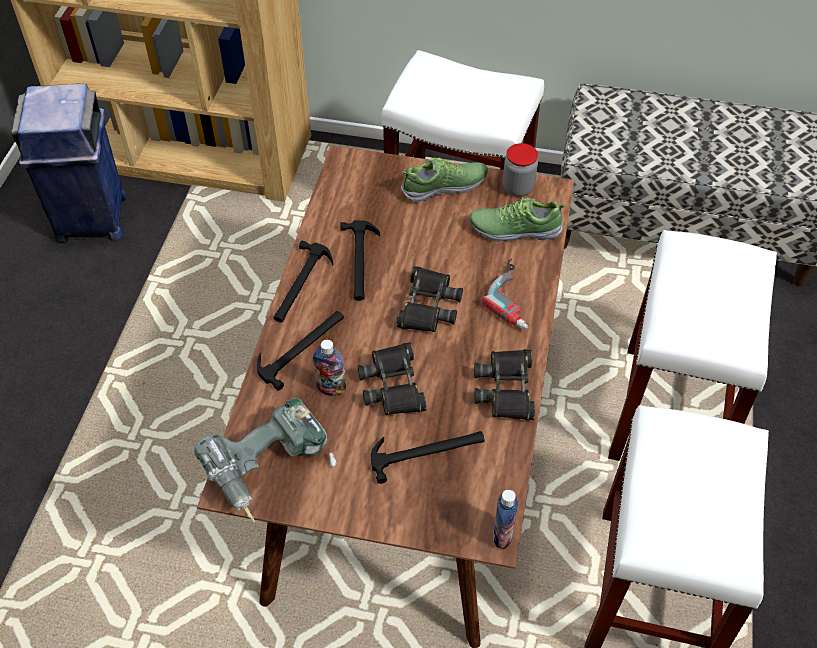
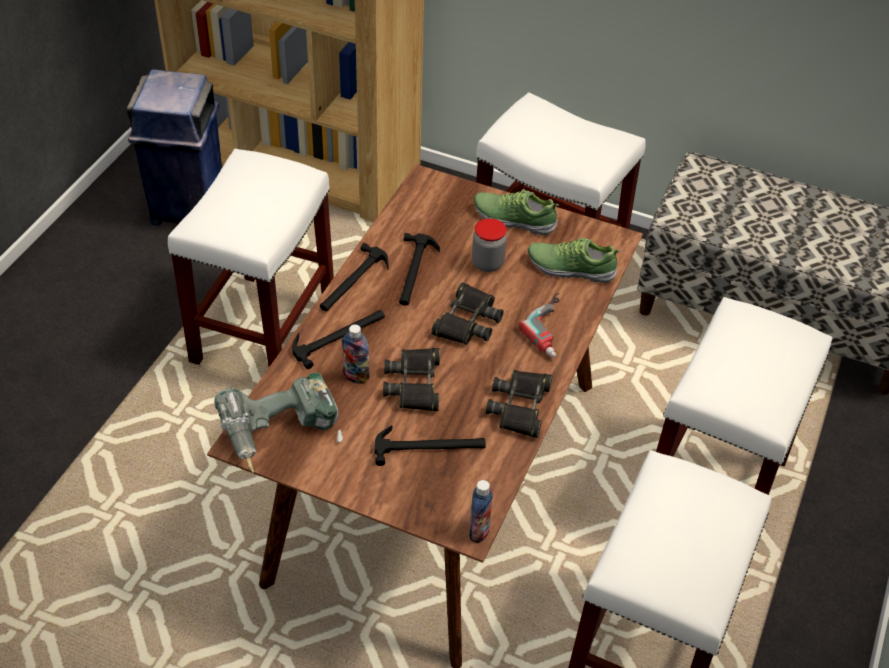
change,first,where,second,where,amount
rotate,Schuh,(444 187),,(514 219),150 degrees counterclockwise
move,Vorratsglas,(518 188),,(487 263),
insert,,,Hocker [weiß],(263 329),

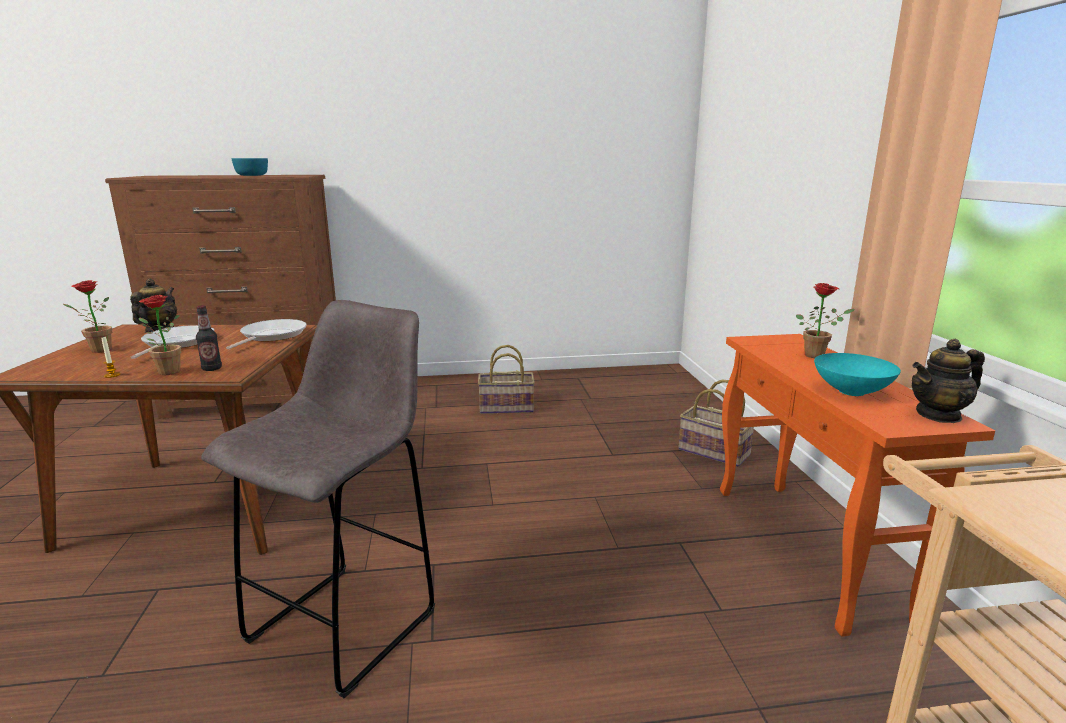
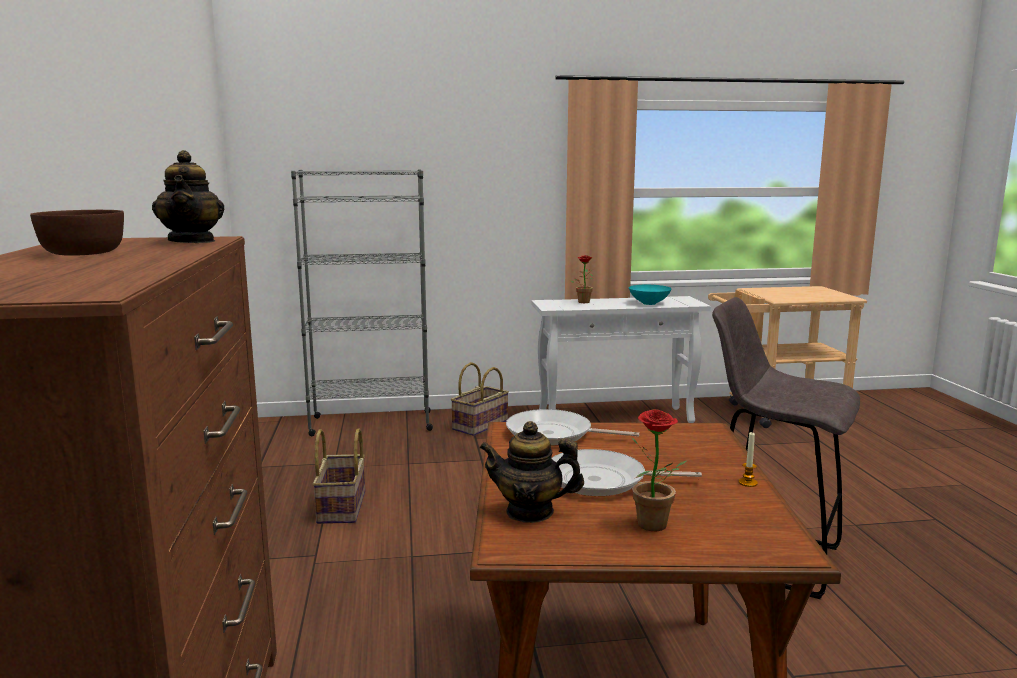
change,first,where,second,where,amount
delete,Topfpflanze,(165 372),,,
delete,Flasche,(212 368),,,
recolor,Schüssel [türkis],(251 175),Schüssel [braun],(82 253),
recolor,Konsolentisch [orange],(807 550),Konsolentisch [weiß],(616 418),
move,Teekanne,(938 415),,(192 241),
insert,,,Bücherregal [grau],(371 423),

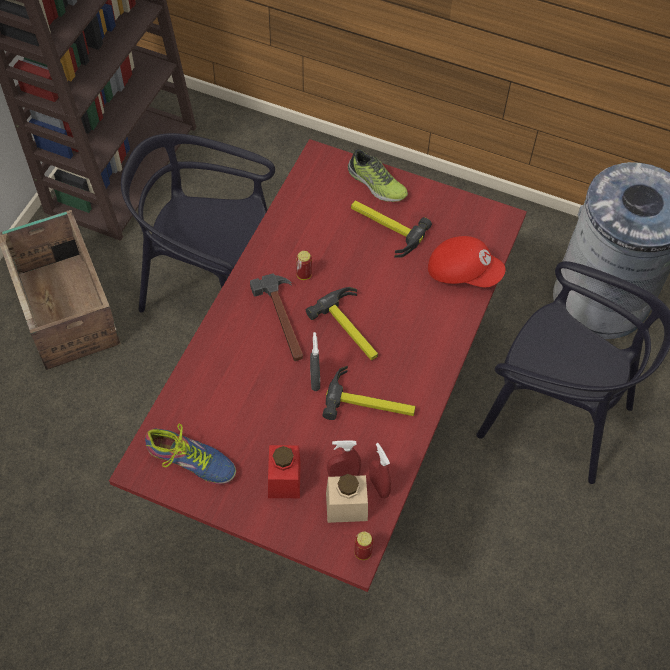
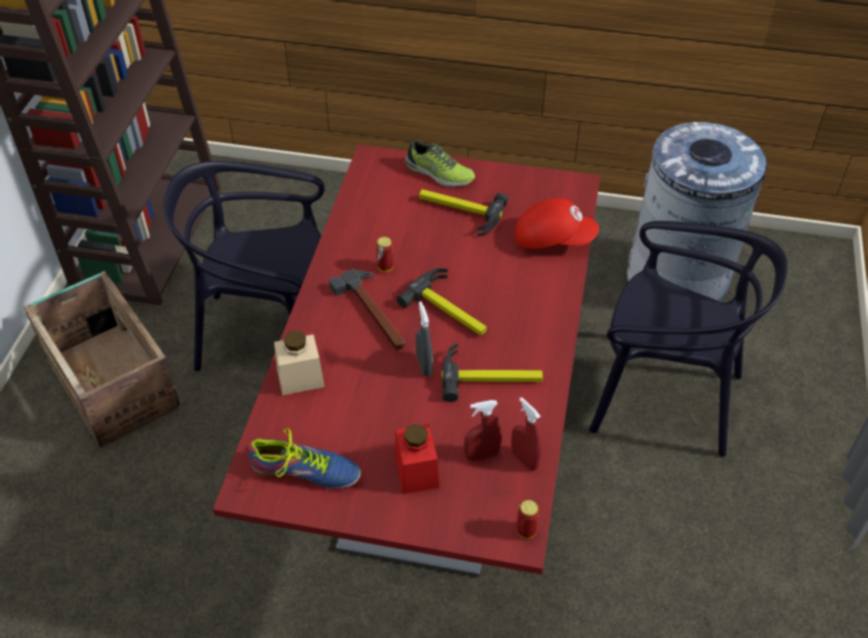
change,first,where,second,where,amount
move,Vorratsglas [beige],(346 506),,(300 378),

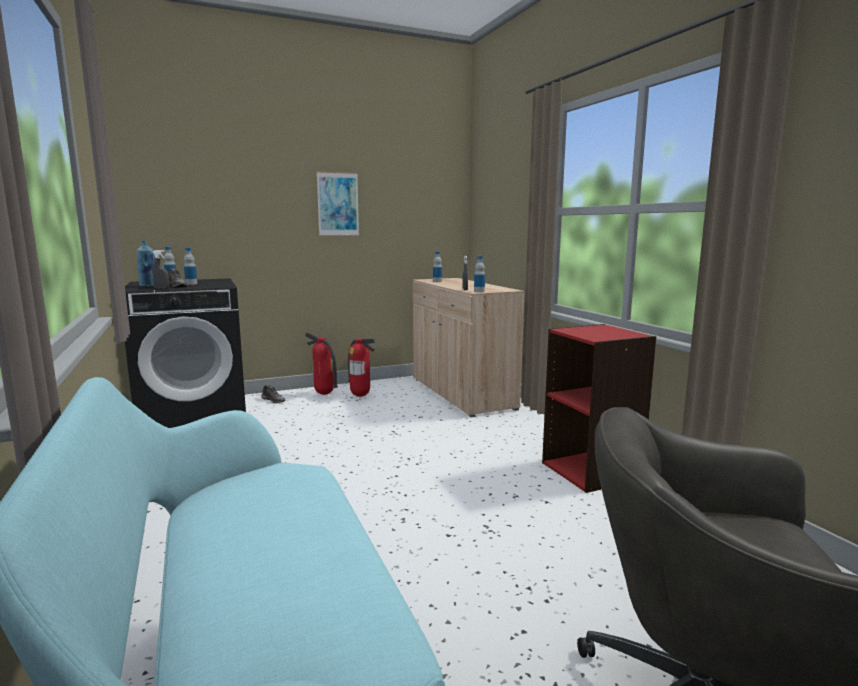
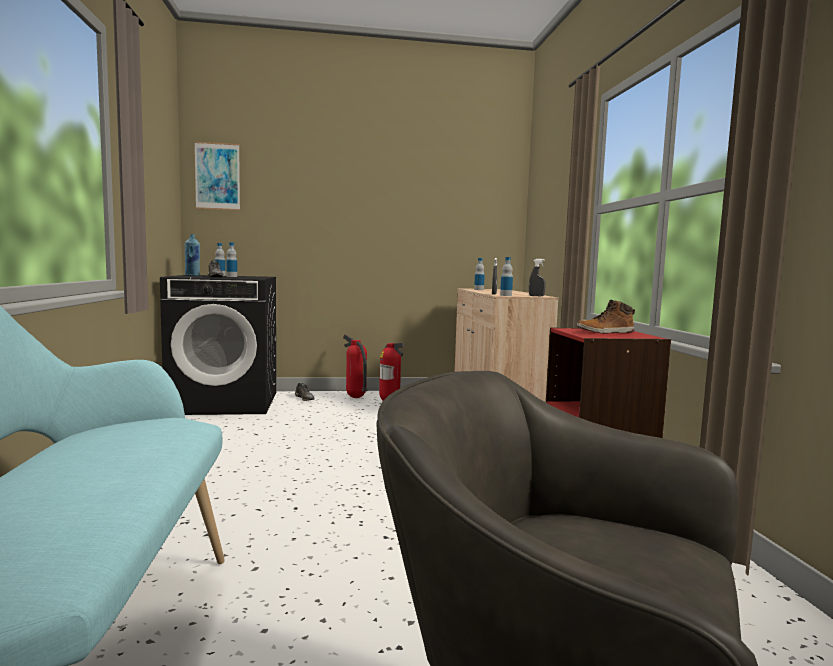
change,first,where,second,where,amount
move,Sprühflasche [grau],(161 288),,(536 296),
move,Bild,(338 204),,(217 176),
insert,,,Stiefel,(605 332),

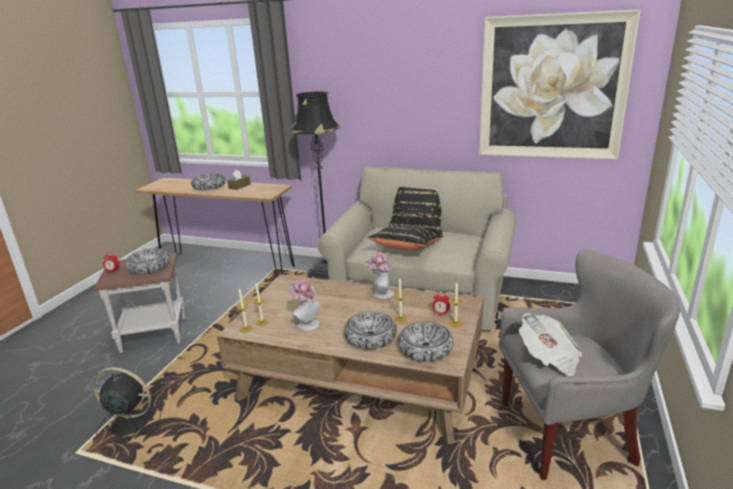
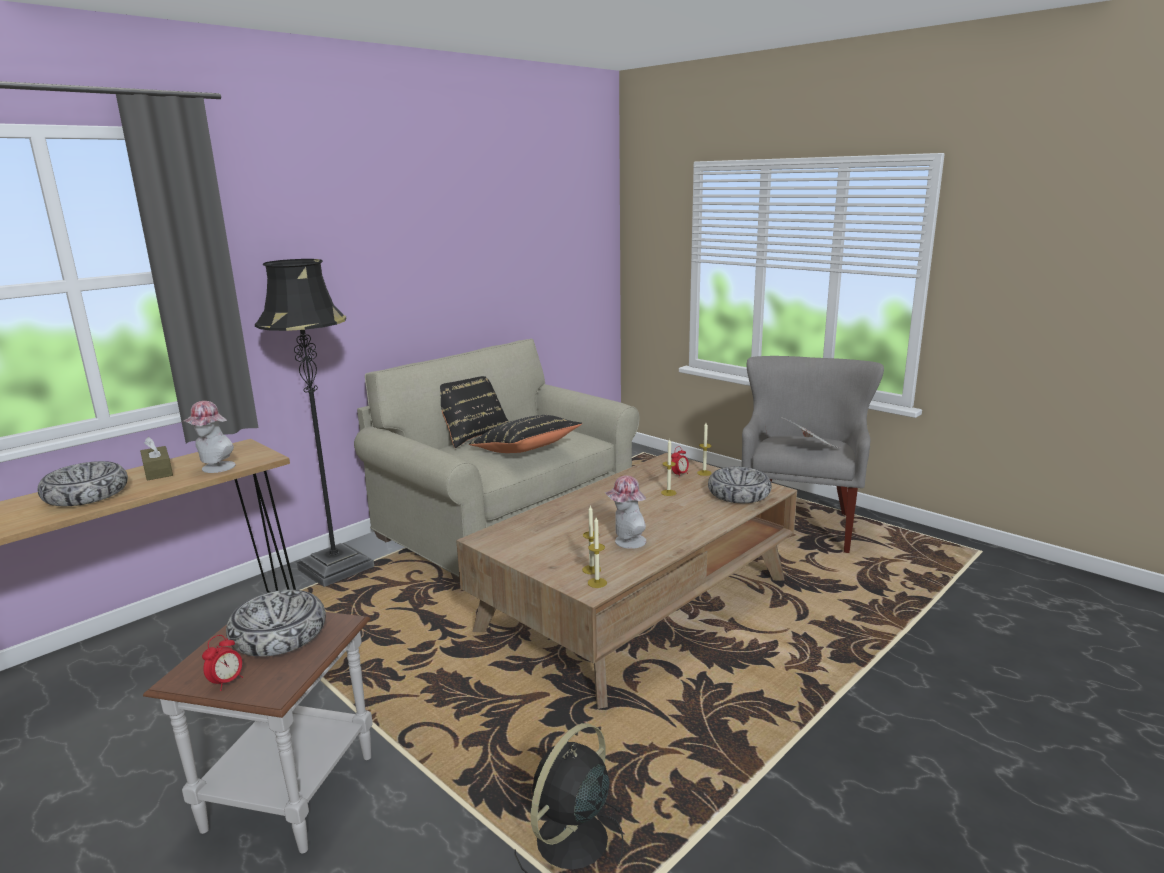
change,first,where,second,where,amount
delete,Schüssel,(370 337),,,
move,Hut,(380 294),,(215 468),
delete,Bild,(552 88),,,

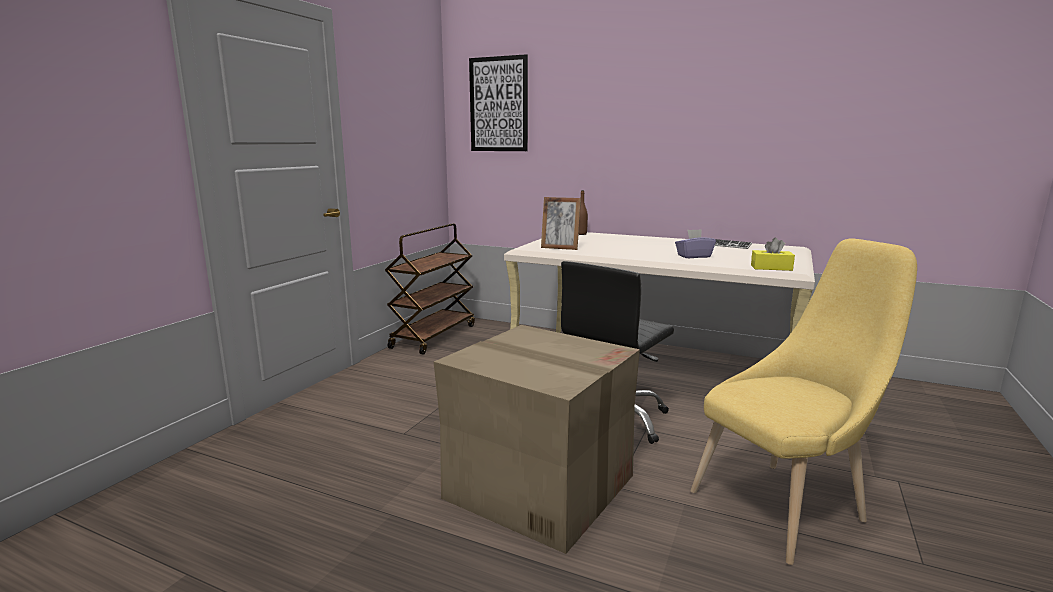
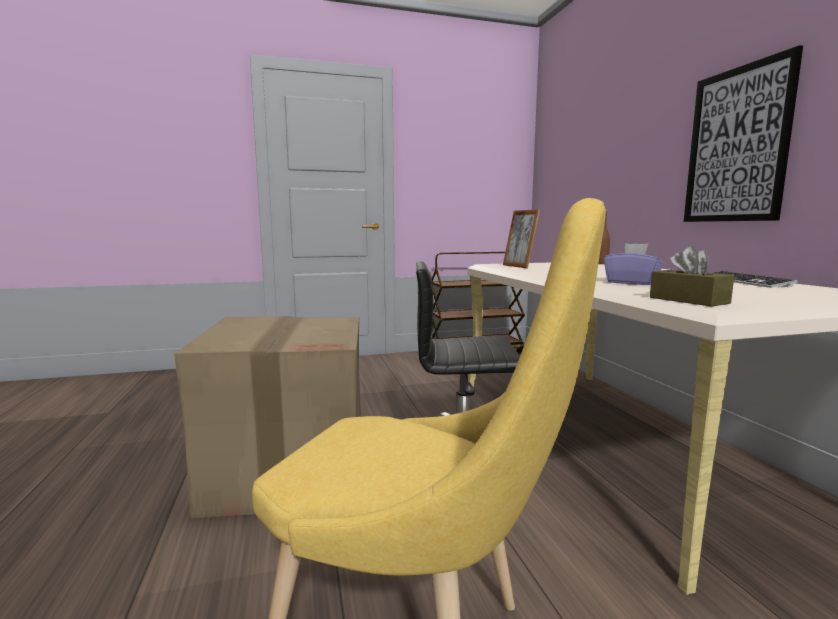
change,first,where,second,where,amount
move,Bild,(498 104),,(737 145),
recolor,Taschentuchbox [gelb],(771 268),Taschentuchbox [braun],(688 300),

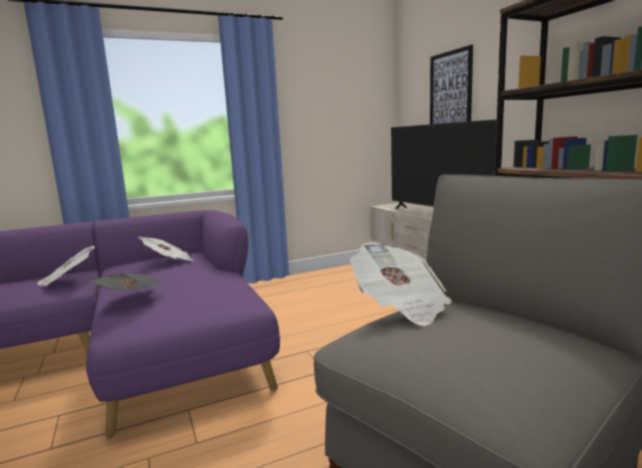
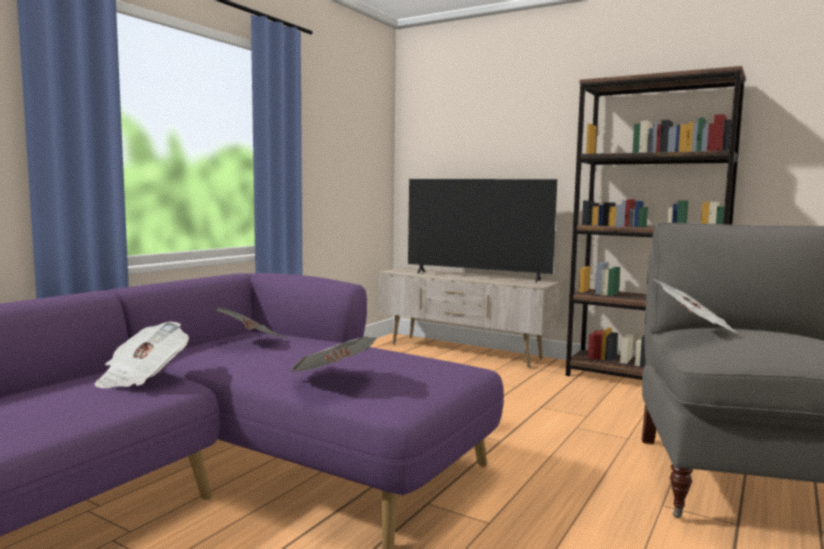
change,first,where,second,where,amount
delete,Bild,(450 95),,,

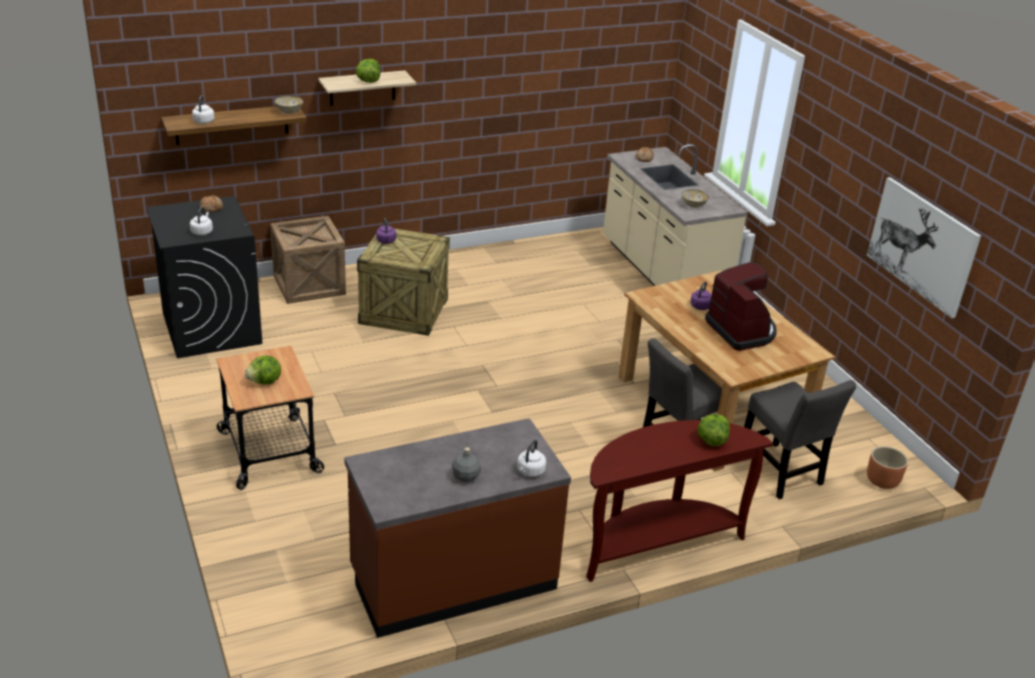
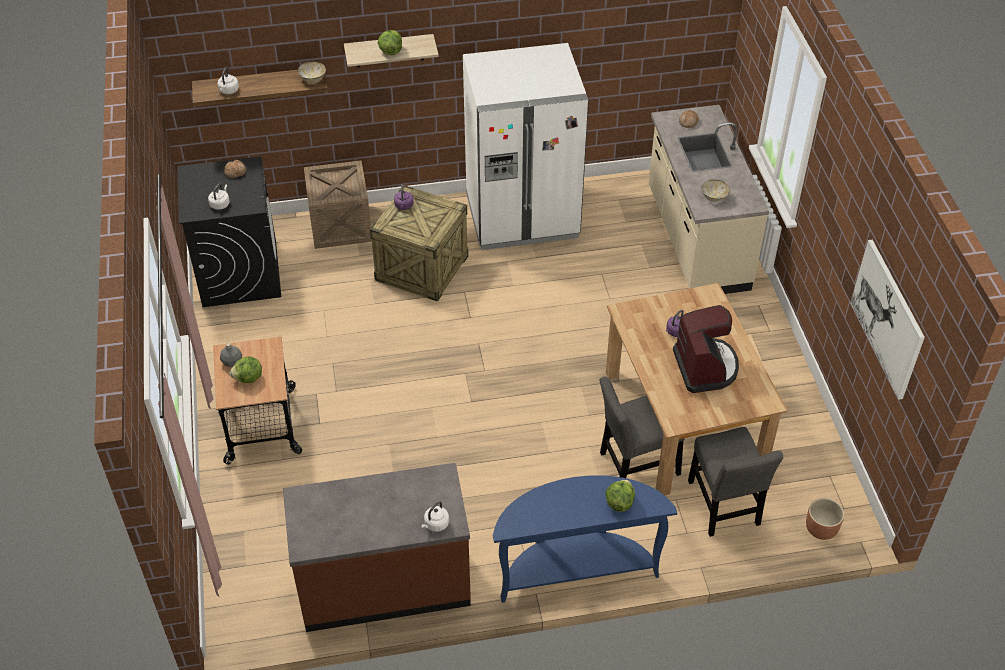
change,first,where,second,where,amount
move,Flasche [grau],(466 477),,(232 362),
recolor,Konsolentisch [braun],(656 542),Konsolentisch [blau],(576 569),
insert,,,Kühlschrank [weiß],(522 217),

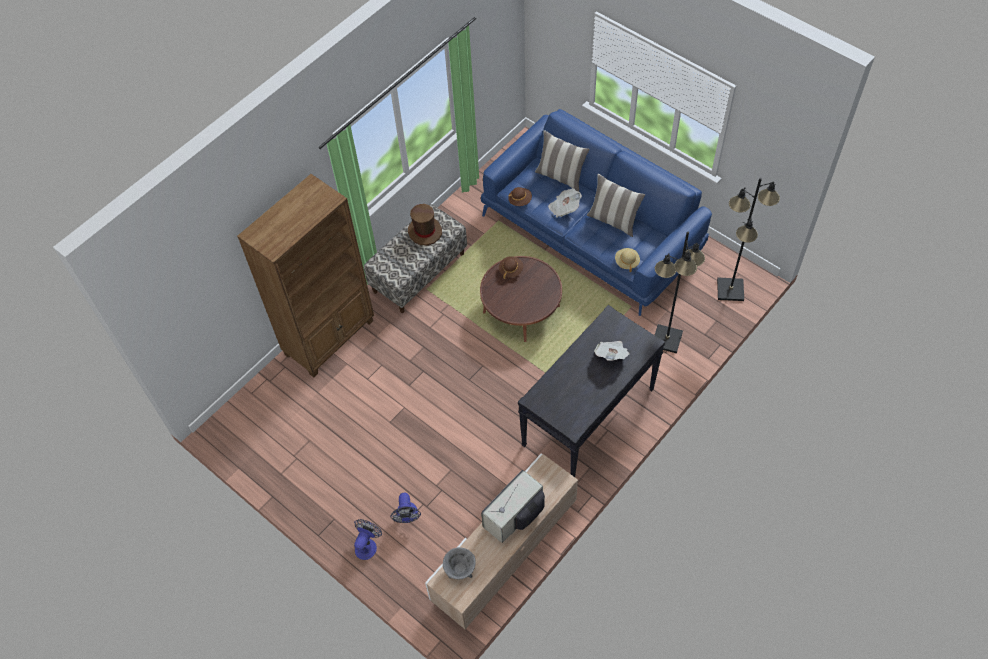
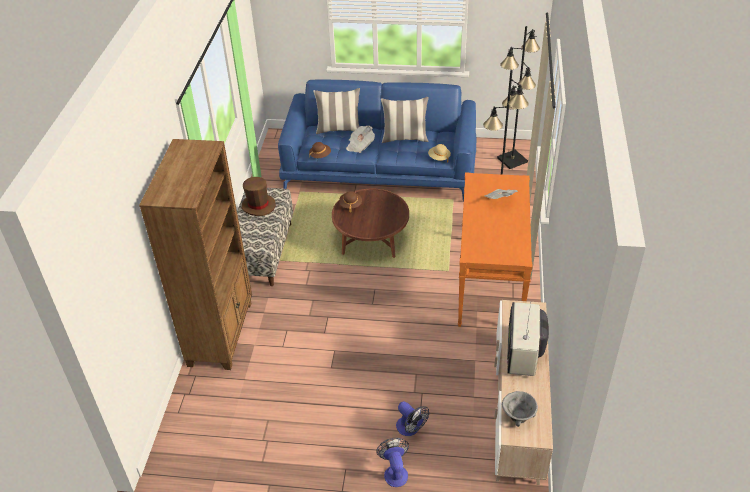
change,first,where,second,where,amount
recolor,Konsolentisch [schwarz],(588 418),Konsolentisch [orange],(490 282),

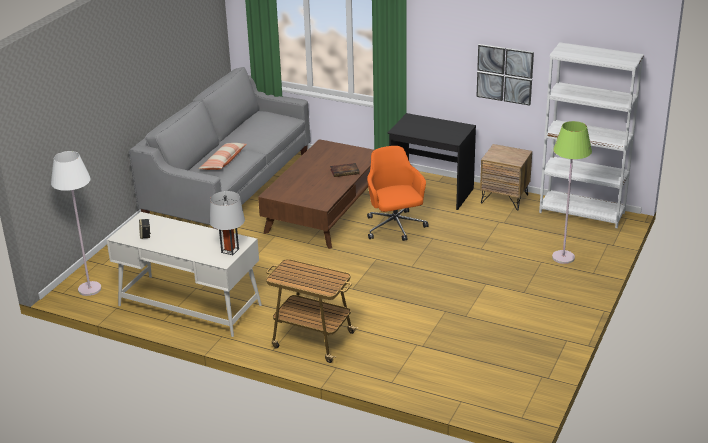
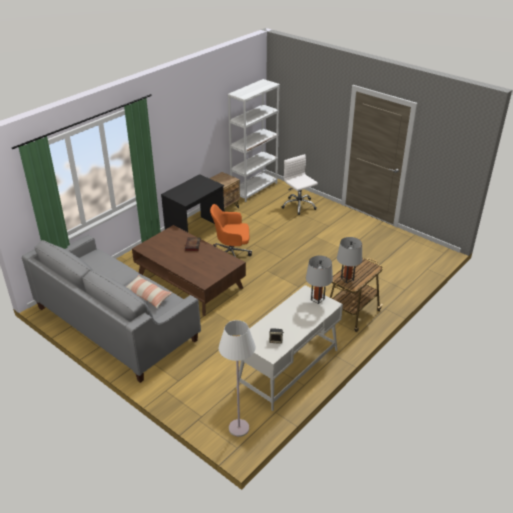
change,first,where,second,where,amount
delete,Bild,(505 74),,,
replace,Stehlampe [grün],(563 257),Bürostuhl [weiß],(298 206),
insert,,,Tischlampe [grau],(347 279),

